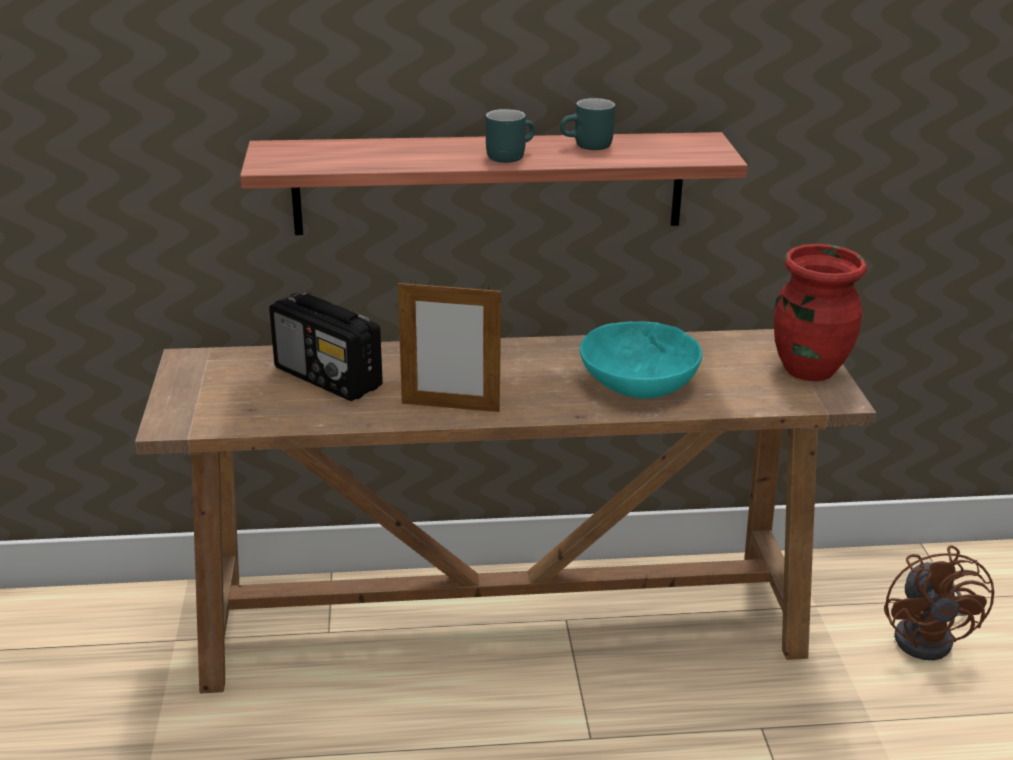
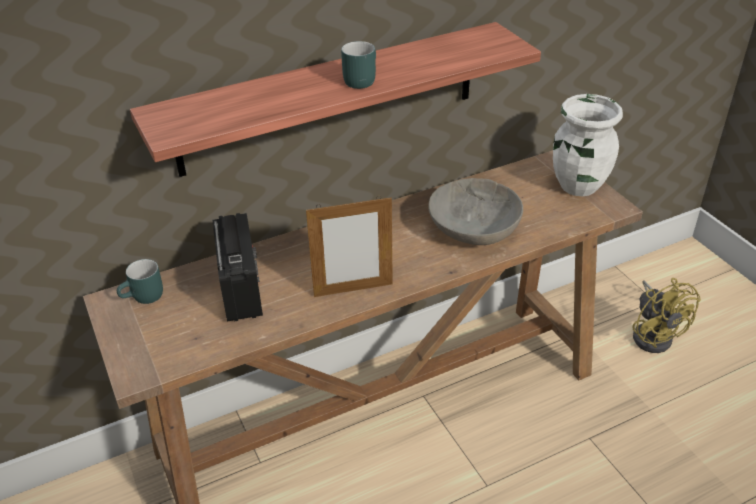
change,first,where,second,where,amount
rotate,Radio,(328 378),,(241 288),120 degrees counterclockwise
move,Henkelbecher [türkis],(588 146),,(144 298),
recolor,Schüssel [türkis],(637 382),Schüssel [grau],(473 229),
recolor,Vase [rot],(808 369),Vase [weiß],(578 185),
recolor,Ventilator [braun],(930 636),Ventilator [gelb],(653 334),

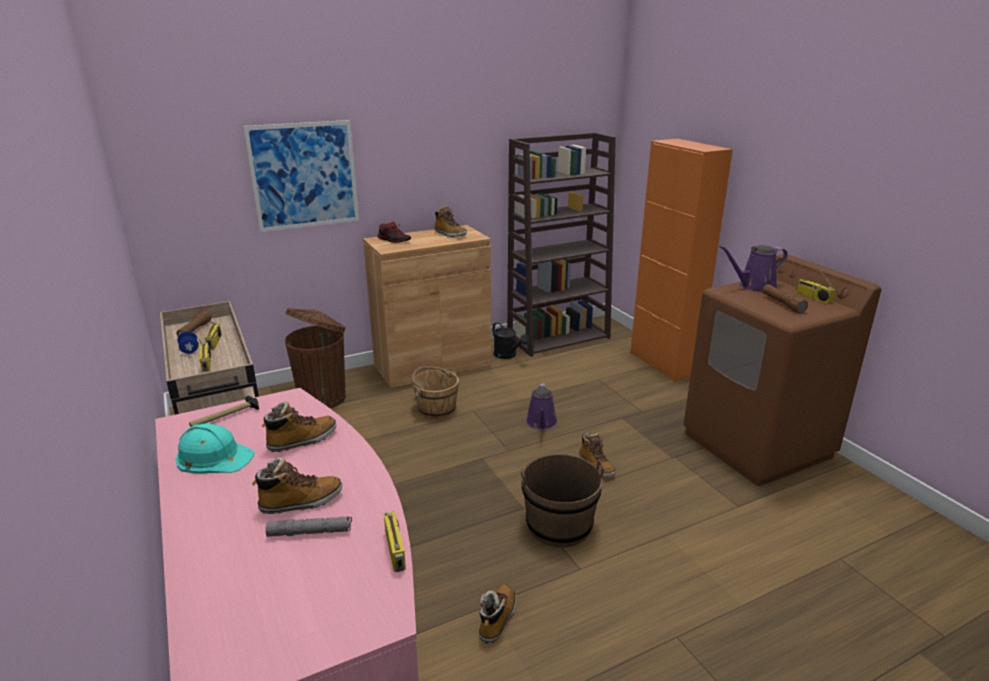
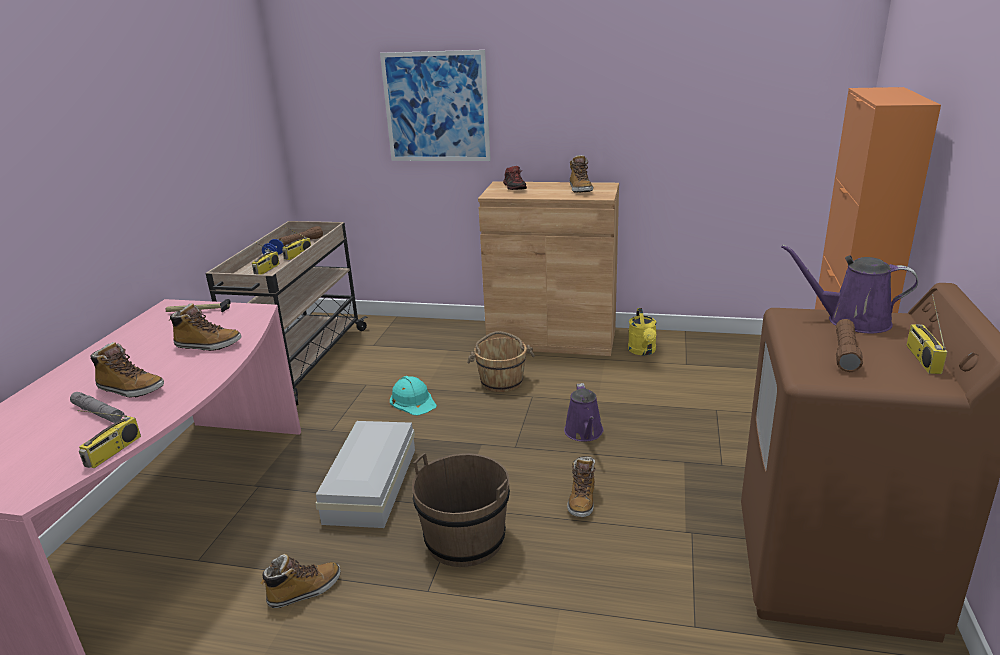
change,first,where,second,where,amount
move,Schutzhelm [türkis],(214 456),,(413 401),
delete,Mülleimer [braun],(323 398),,,
recolor,Gießkanne [schwarz],(508 355),Gießkanne [gelb],(643 351),
delete,Bücherregal [braun],(559 337),,,
rotate,Gießkanne [lila],(541 423),,(584 433),45 degrees counterclockwise
insert,,,Aufbewahrungsbox [weiß],(373 483),

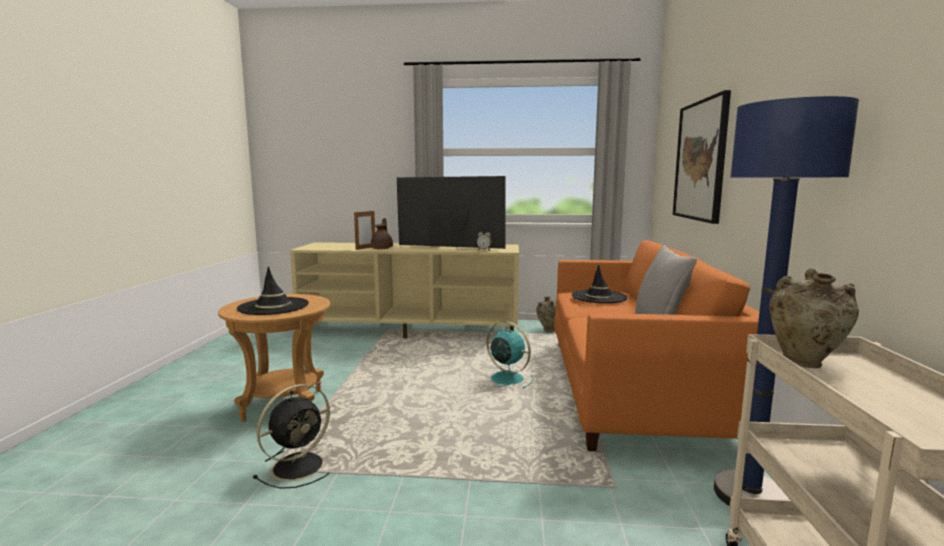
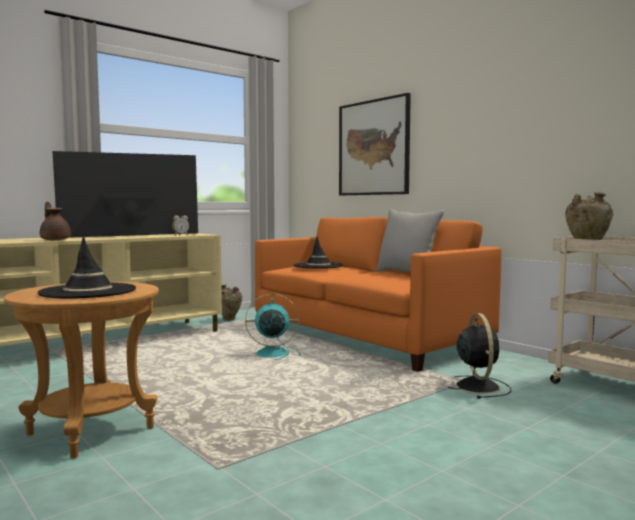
change,first,where,second,where,amount
move,Ventilator [schwarz],(300 465),,(477 386),
delete,Bilderrahmen,(365 248),,,
delete,Stehlampe [blau],(750 495),,,

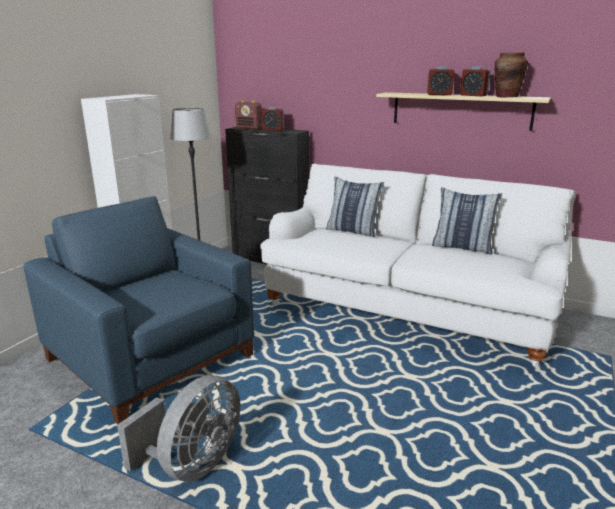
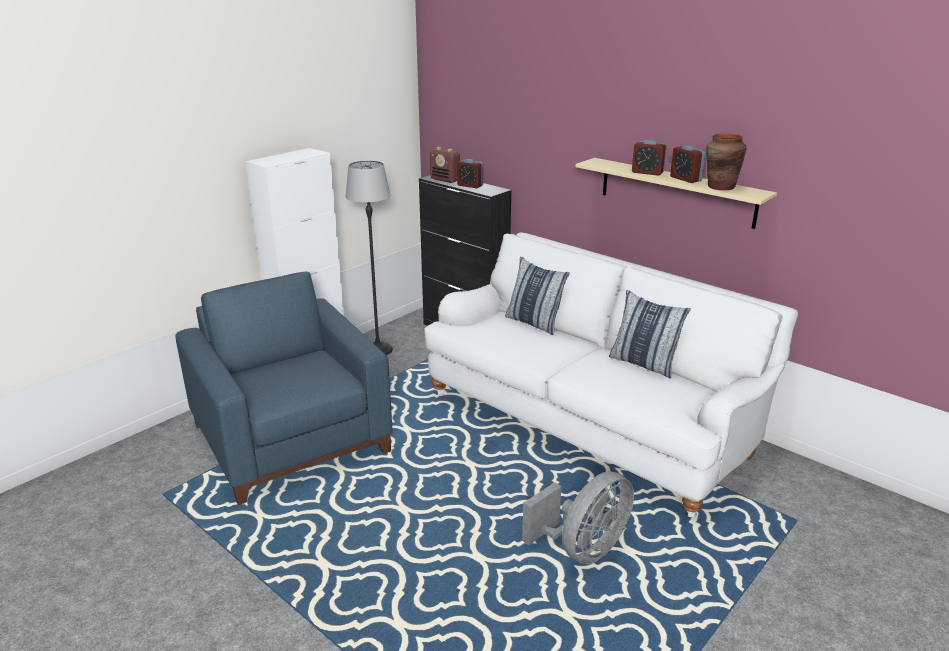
change,first,where,second,where,amount
move,Ventilator [grau],(192 464),,(583 549),

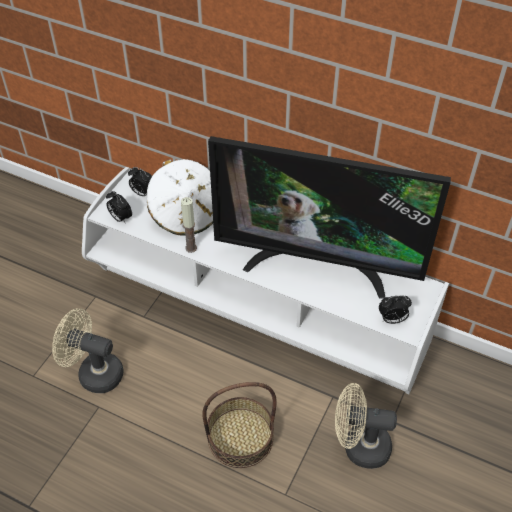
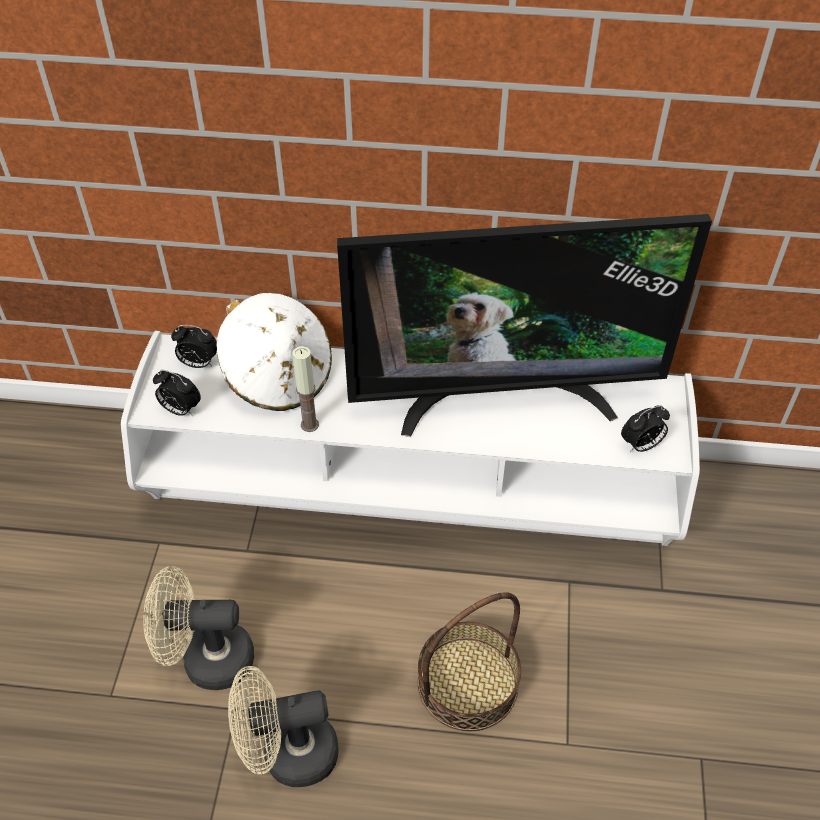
change,first,where,second,where,amount
move,Ventilator [beige],(359 446),,(288 754),

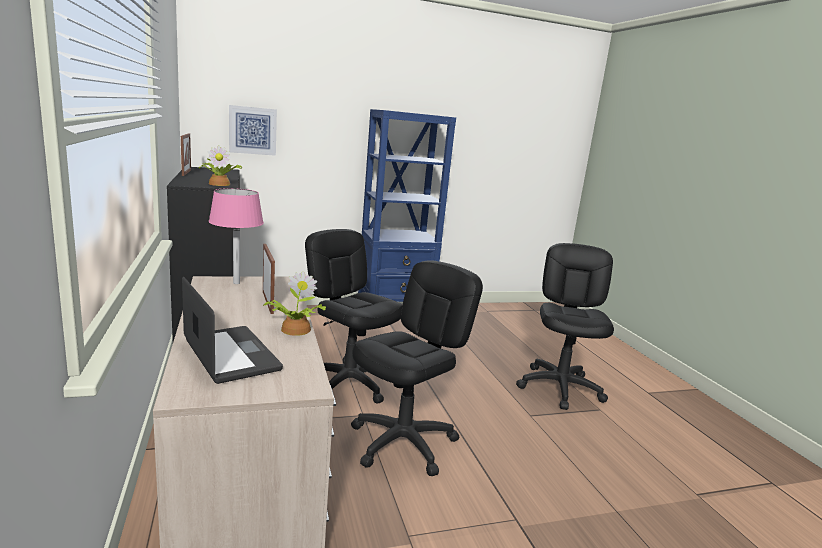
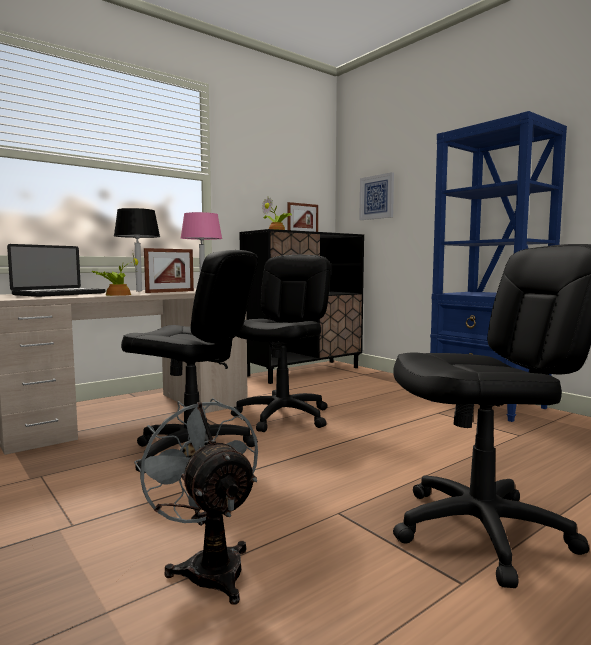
change,first,where,second,where,amount
insert,,,Tischlampe [schwarz],(139 291),
insert,,,Ventilator [grau],(209 565),

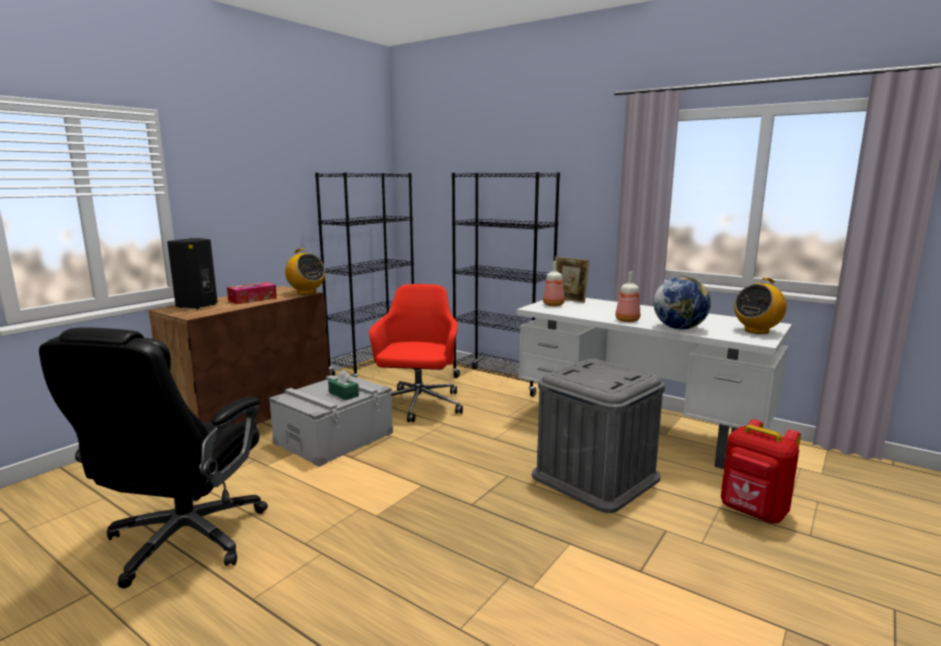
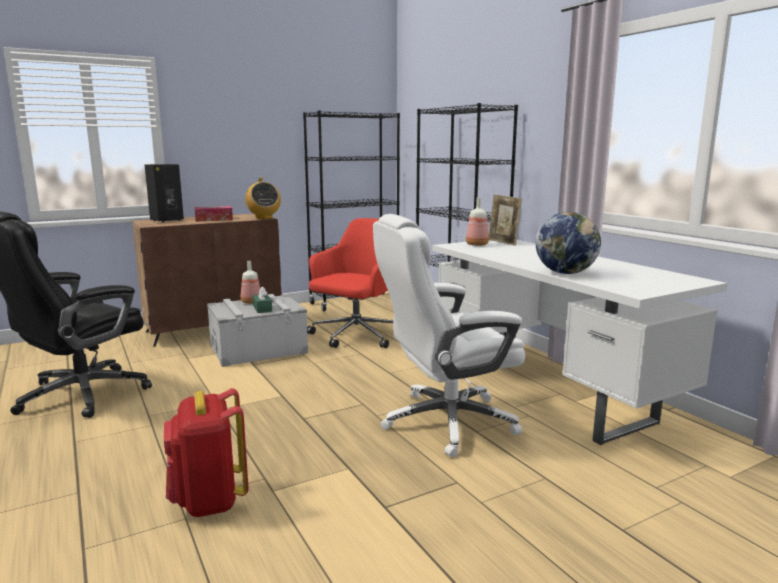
change,first,where,second,where,amount
replace,Aufbewahrungsbox [grau],(595 476),Bürostuhl [weiß],(446 422),
move,Flasche,(627 320),,(250 302),
move,Rucksack [rot],(753 512),,(209 501),
delete,Radio,(756 331),,,

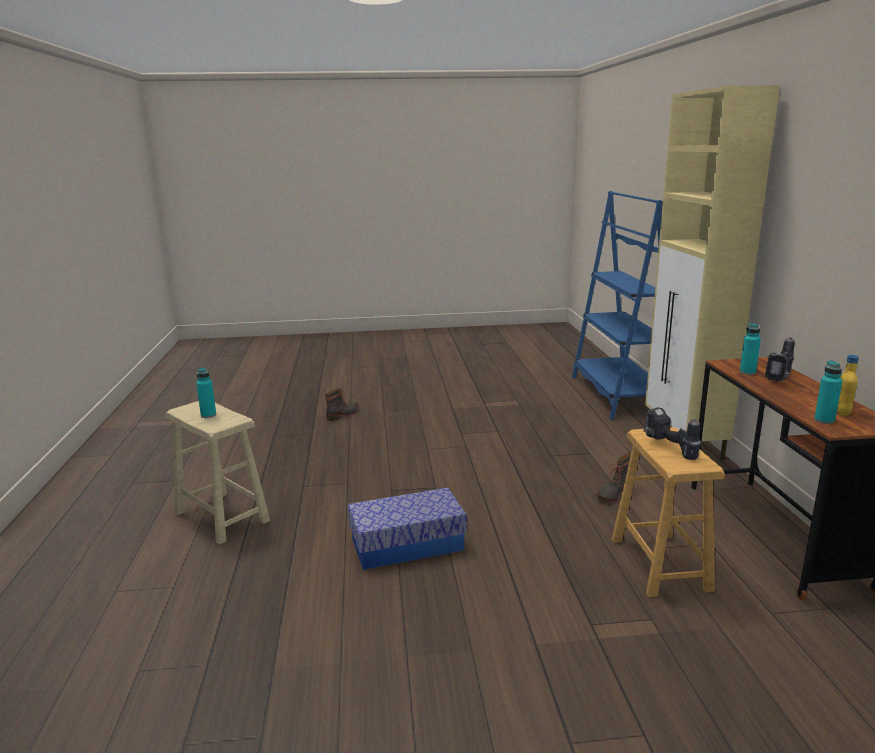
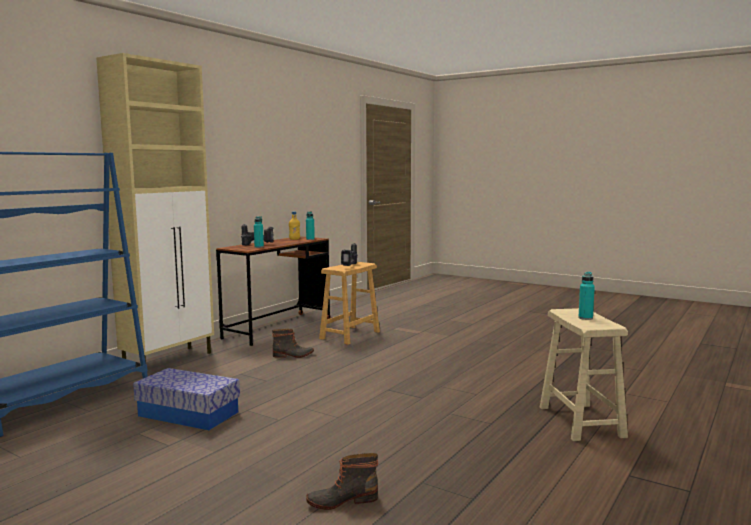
change,first,where,second,where,amount
move,Aufbewahrungsbox,(407 545),,(188 414),

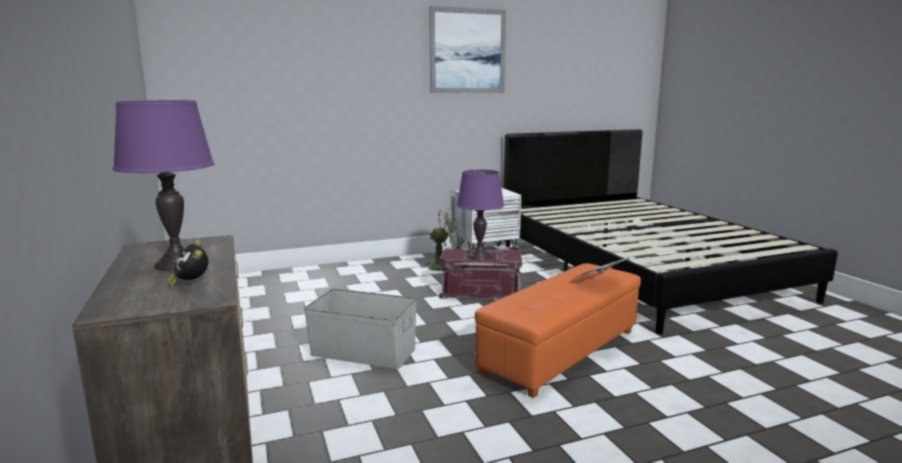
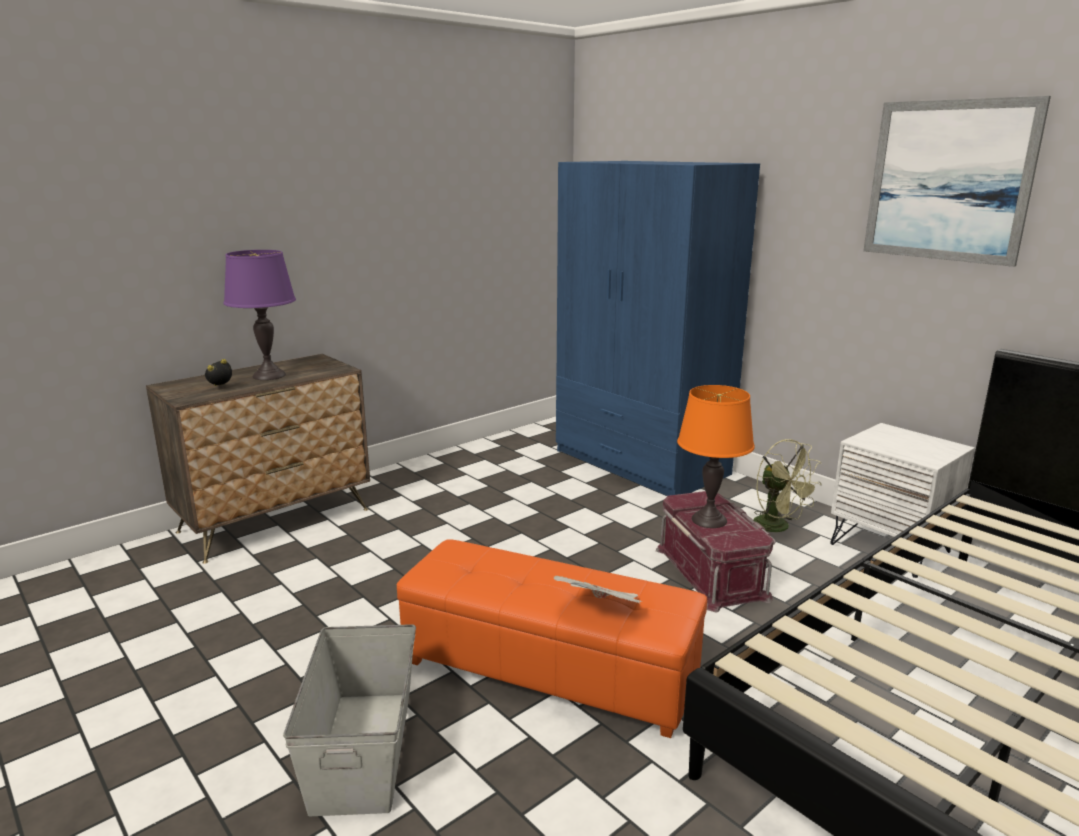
change,first,where,second,where,amount
move,Aufbewahrungsbox [grau],(363 352),,(364 748),
recolor,Tischlampe [lila],(479 256),Tischlampe [orange],(709 520),
insert,,,Kleiderschrank [blau],(640 463),

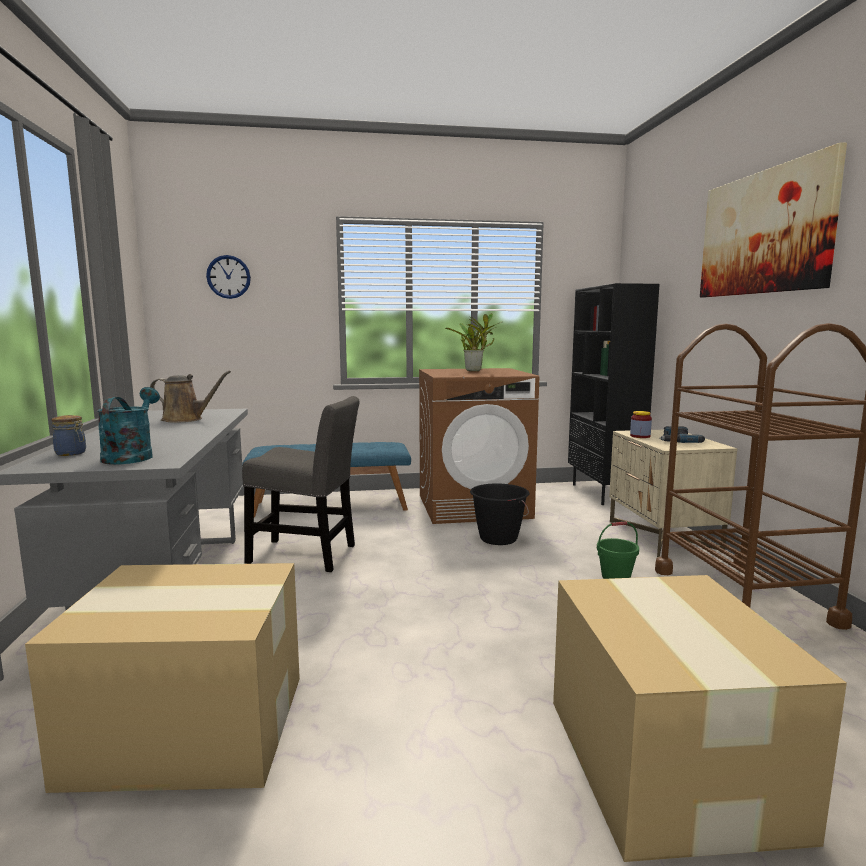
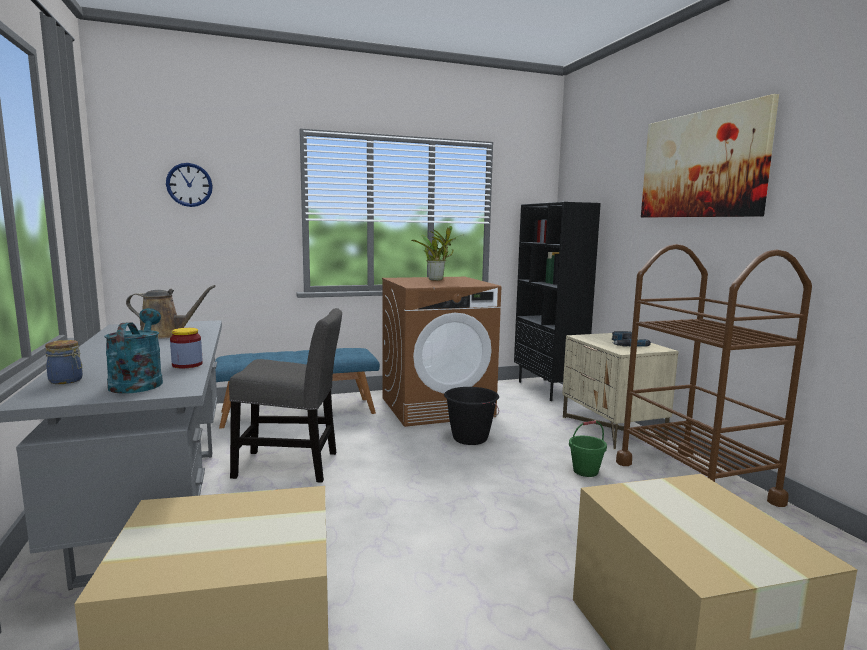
change,first,where,second,where,amount
move,Vorratsglas,(640 436),,(187 365),

